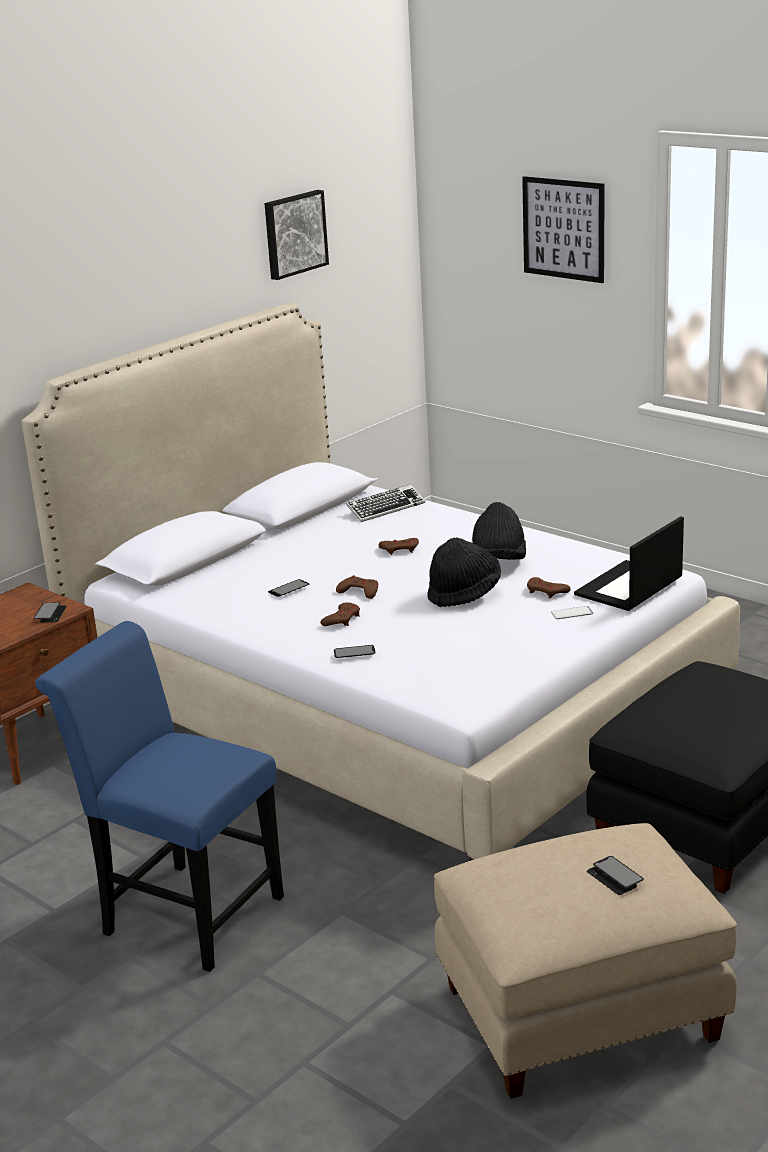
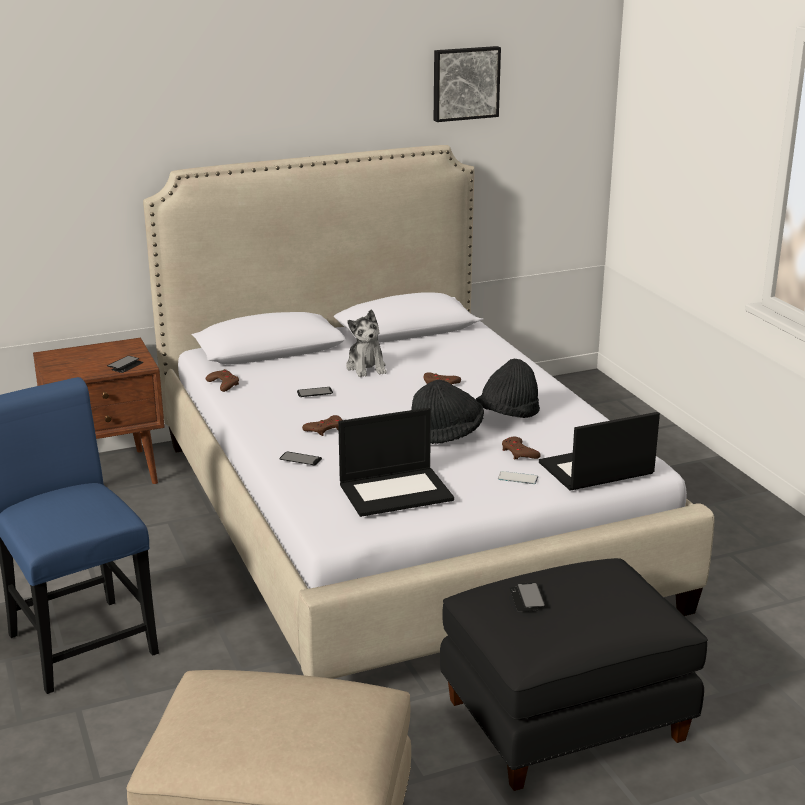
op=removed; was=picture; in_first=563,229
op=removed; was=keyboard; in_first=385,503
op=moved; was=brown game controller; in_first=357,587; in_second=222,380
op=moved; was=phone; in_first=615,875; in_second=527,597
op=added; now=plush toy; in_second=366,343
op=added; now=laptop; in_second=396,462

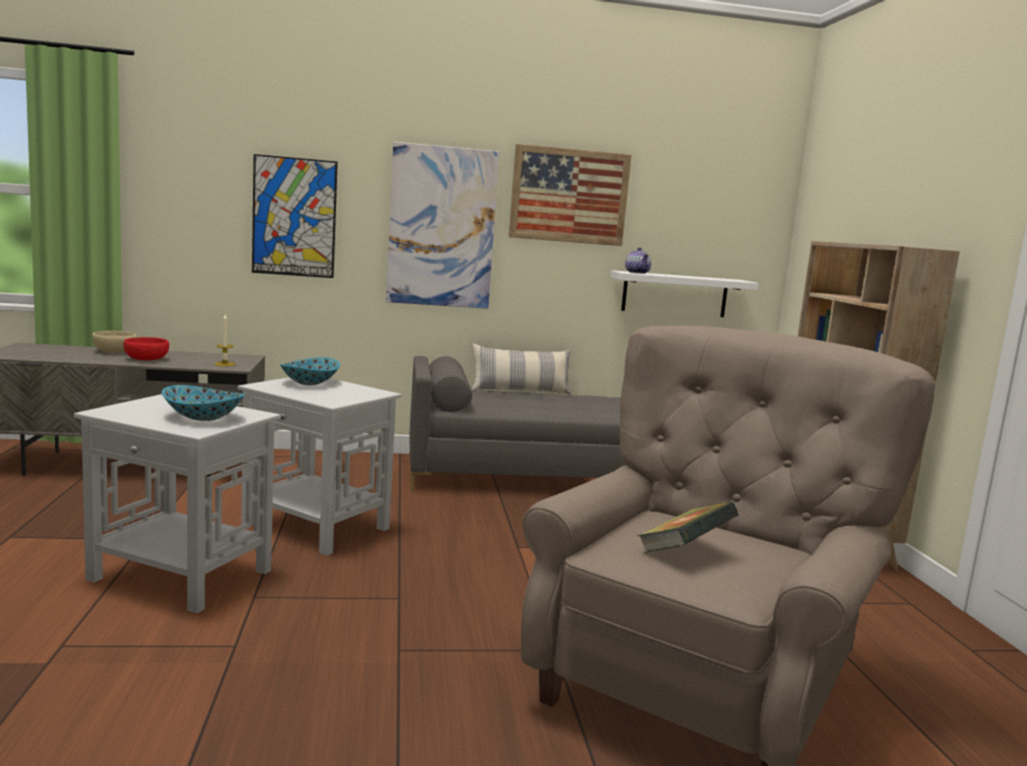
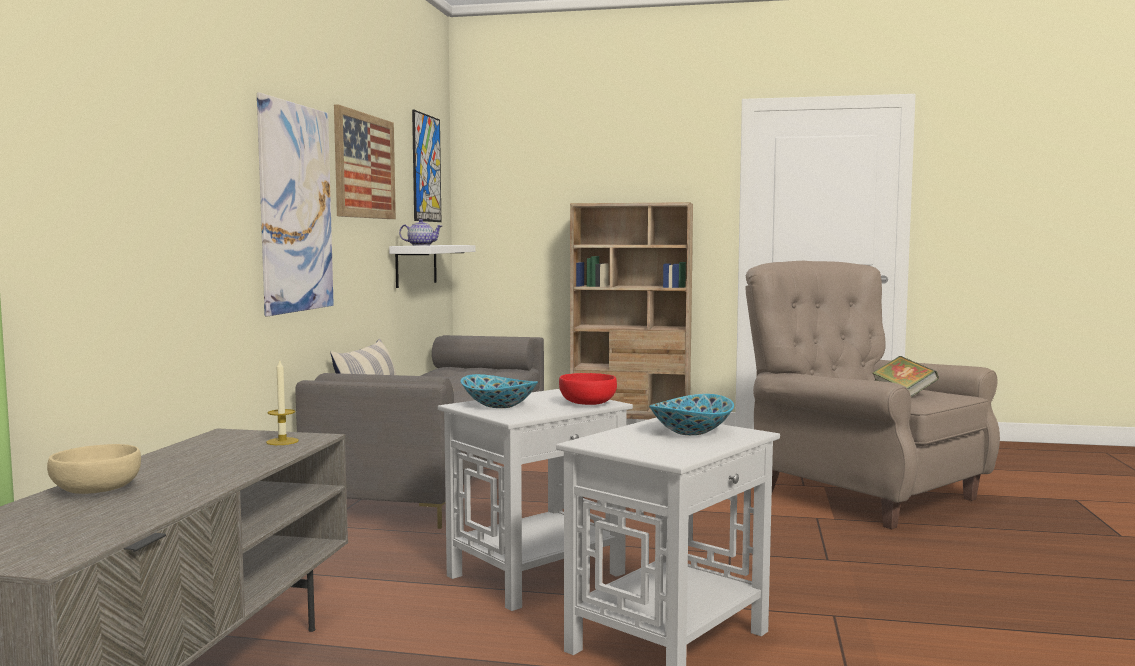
op=moved; was=picture; in_first=295,216; in_second=426,166
op=moved; was=red bowl; in_first=146,348; in_second=588,389

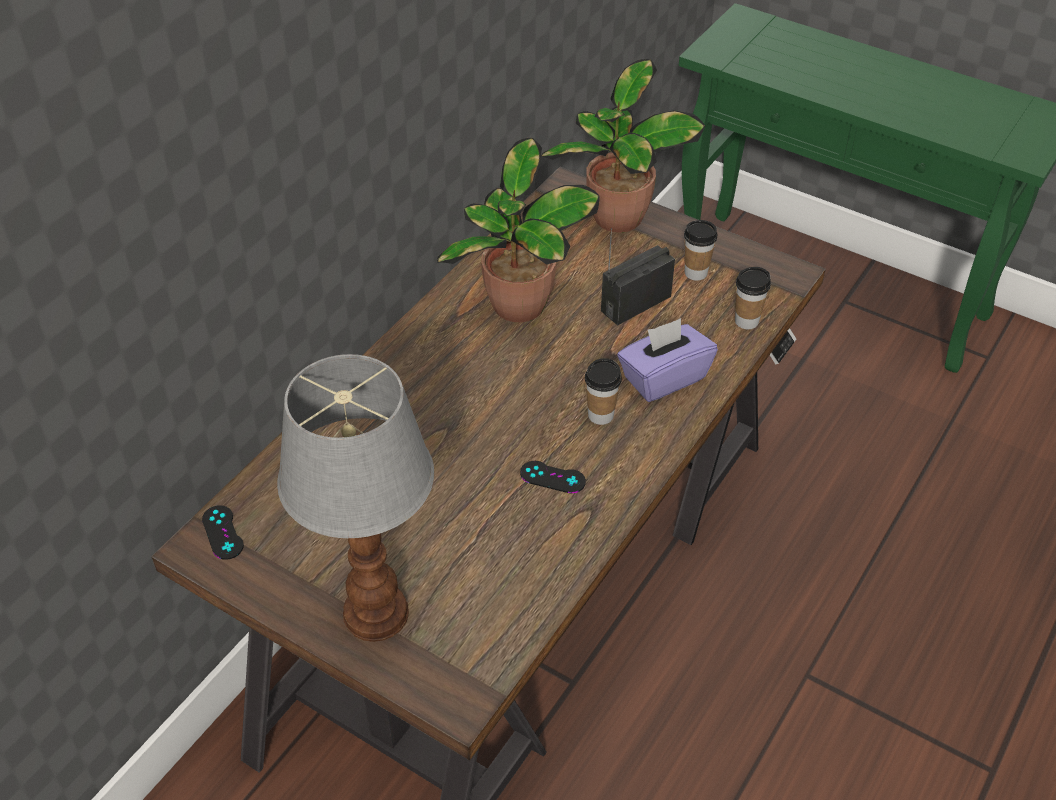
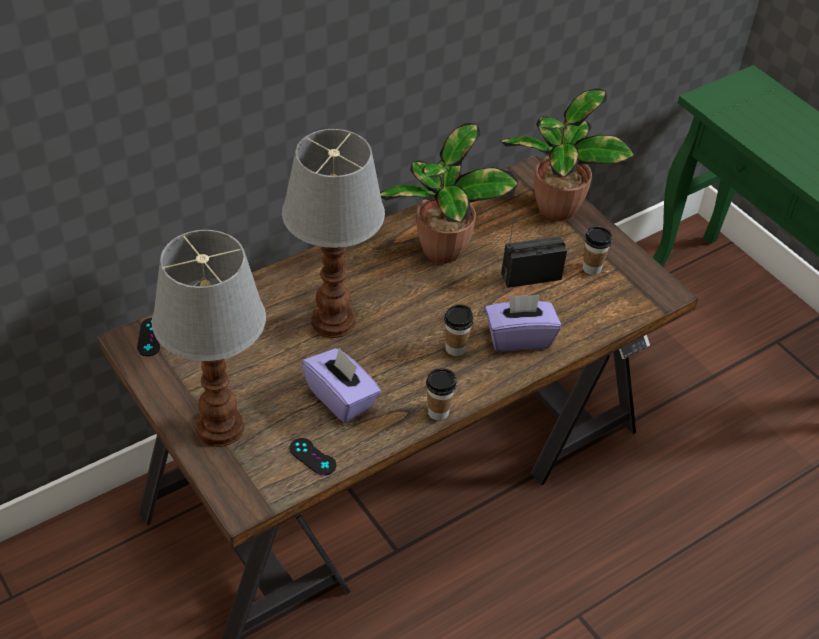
op=moved; was=cup; in_first=753,298; in_second=441,394
op=moved; was=black game controller; in_first=553,477; in_second=312,457
op=added; now=table lamp; in_second=333,233
op=added; now=purple tissue box; in_second=341,385

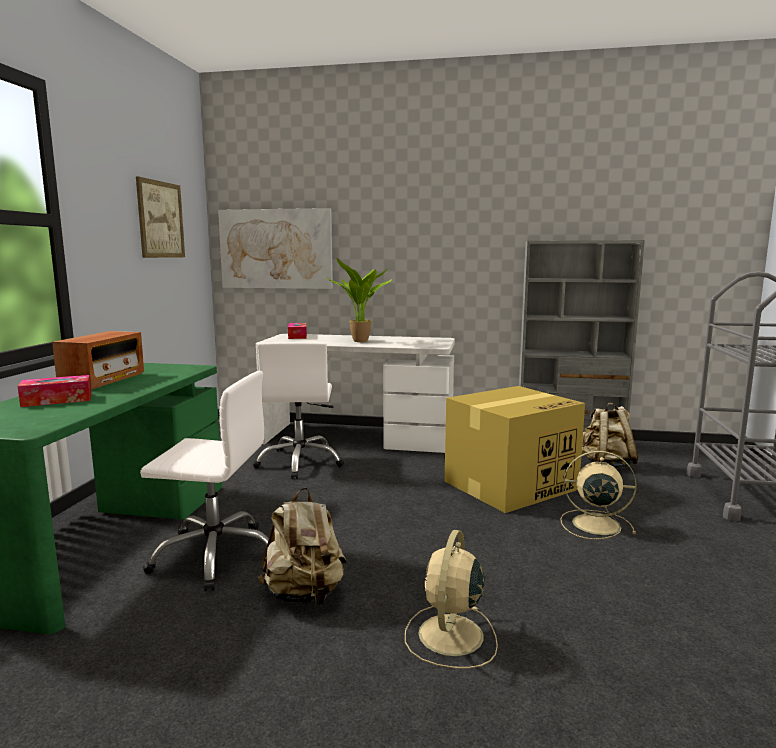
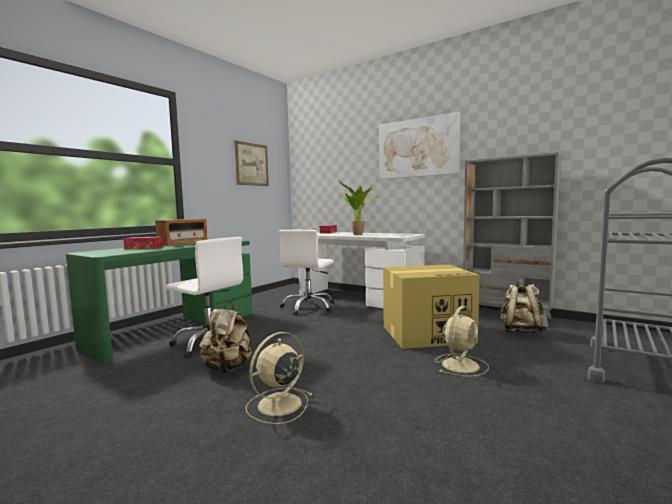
op=moved; was=picture; in_first=275,248; in_second=419,145
op=turned; was=beige fan; in_first=598,495; in_second=462,341; clockwise=90

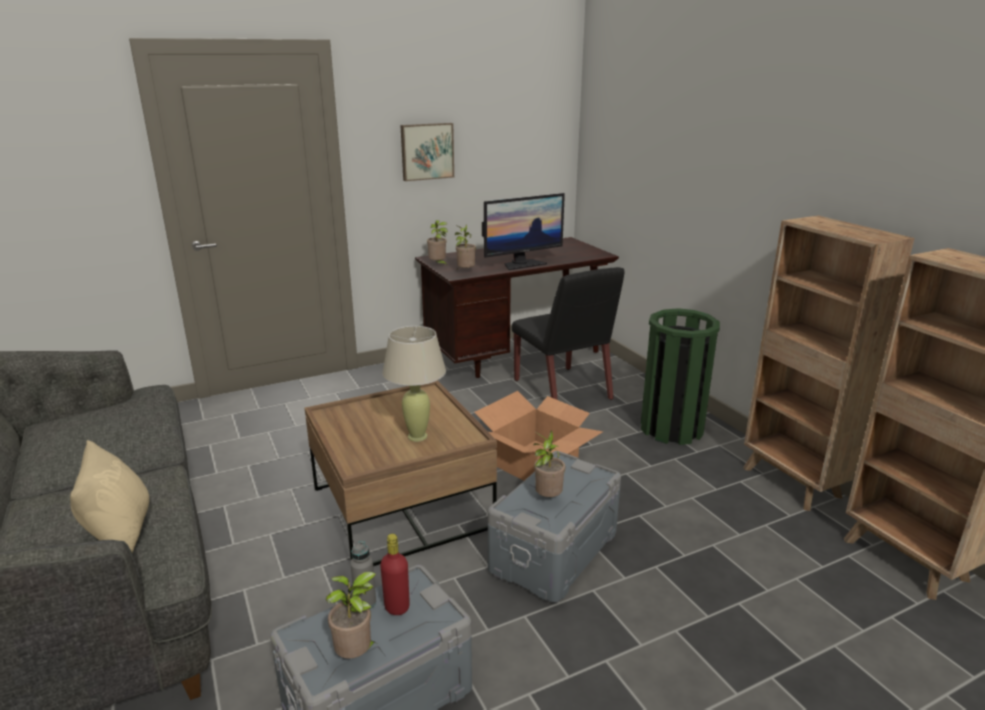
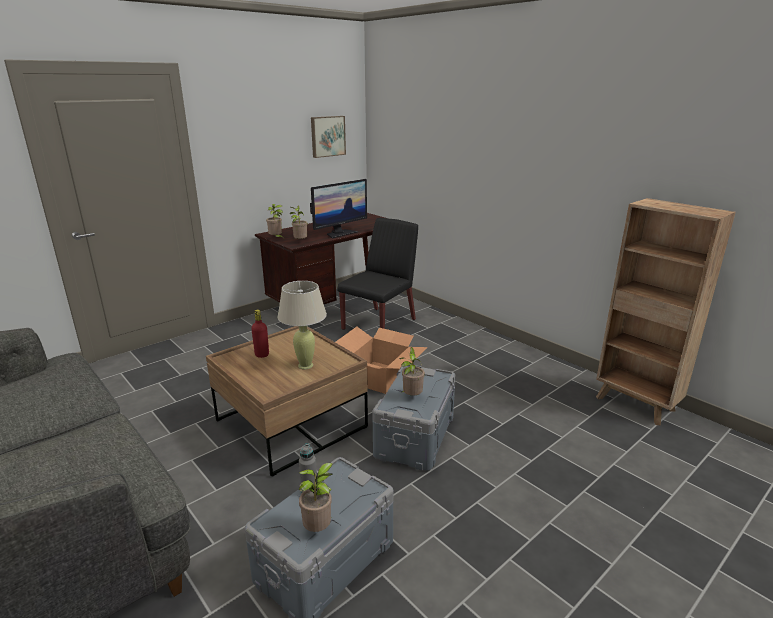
op=moved; was=picture; in_first=427,152; in_second=328,137
op=removed; was=brown bookcase; in_first=829,363
op=turned; was=black chair; in_first=568,333; in_second=377,274; clockwise=-105
op=removed; was=green trash can; in_first=680,376
op=removed; was=beige pillow; in_first=109,497
op=moved; was=red bottle; in_first=395,574; in_second=260,334

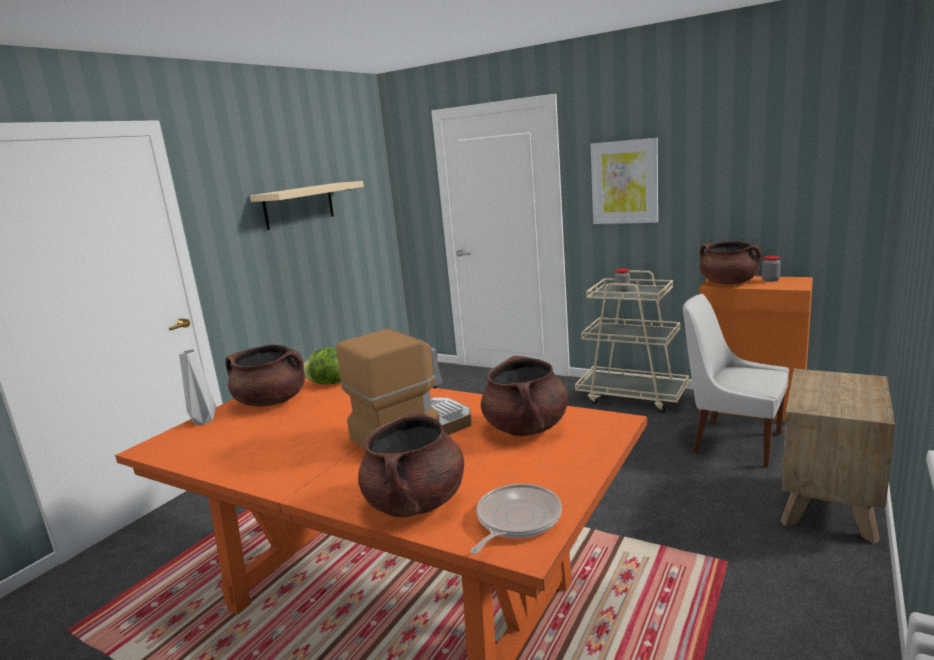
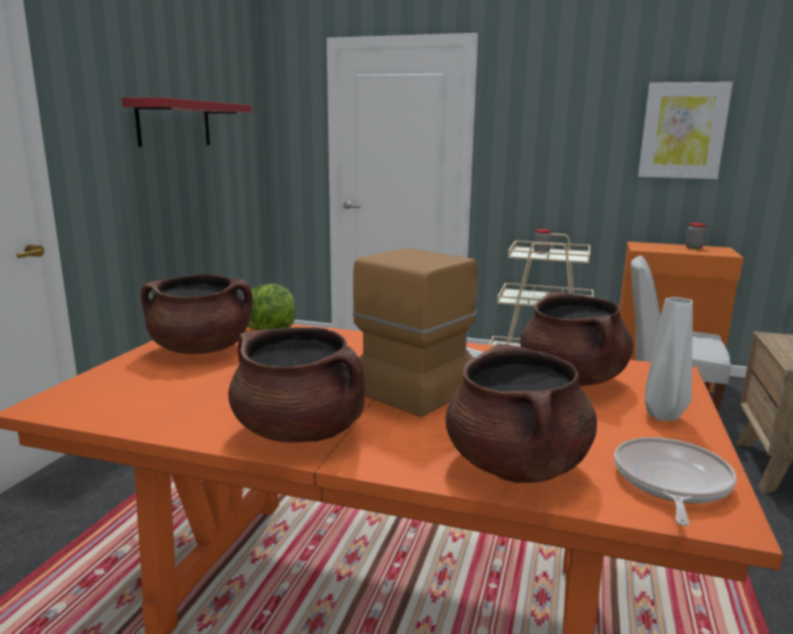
op=moved; was=picture; in_first=624,181; in_second=685,130
op=recoloured; was=beige shelf; now=red shelf; in_first=307,205; in_second=187,122
op=moved; was=brown cooking pot; in_first=730,262; in_second=297,385
op=moved; was=grey vase; in_first=197,387; in_second=669,359

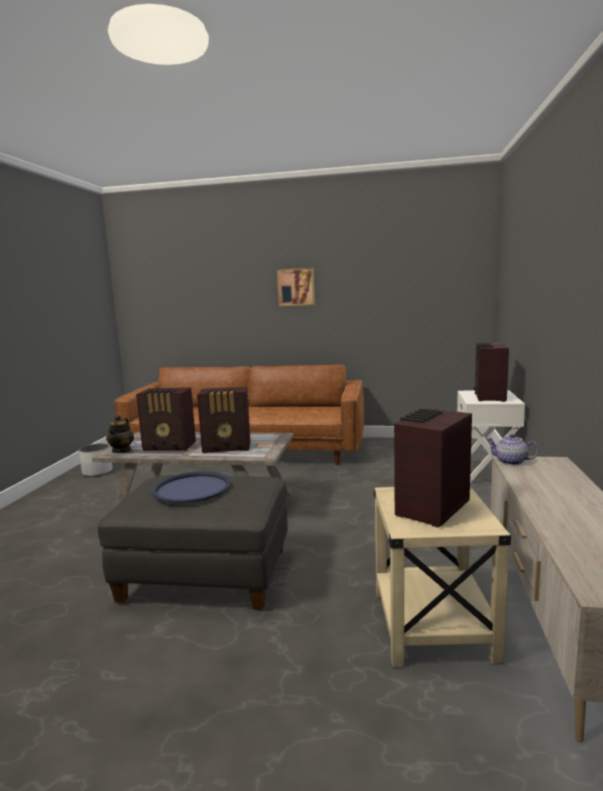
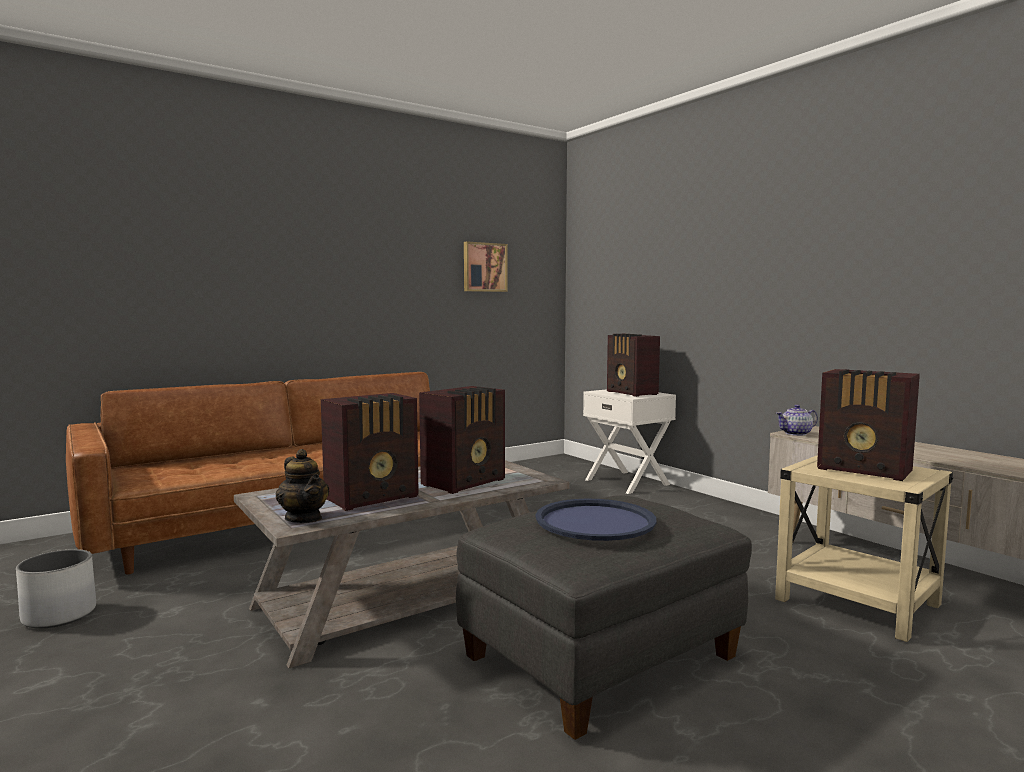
op=moved; was=picture; in_first=296,287; in_second=485,267
op=turned; was=radio; in_first=433,468; in_second=868,425; clockwise=-45

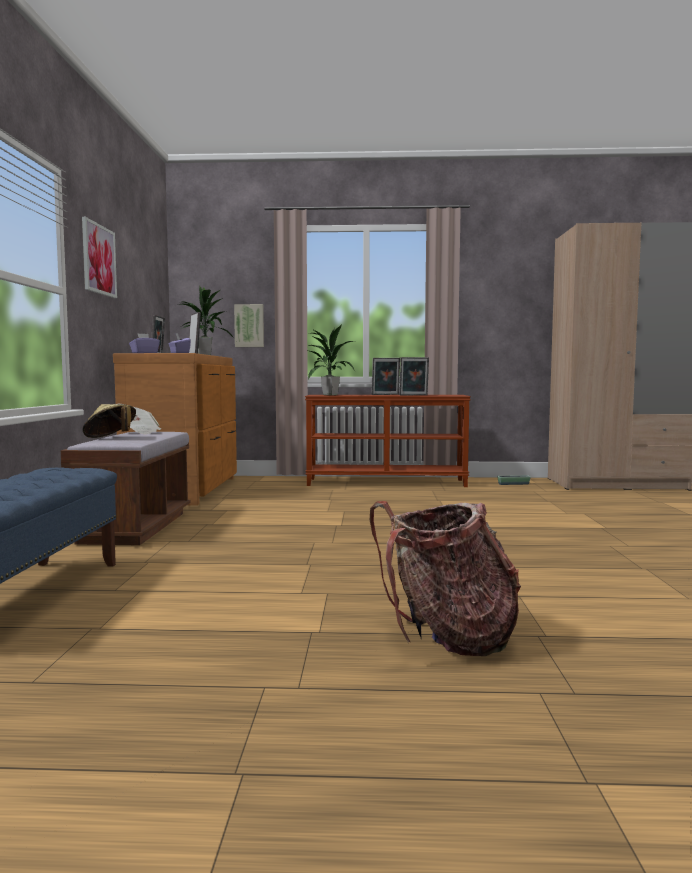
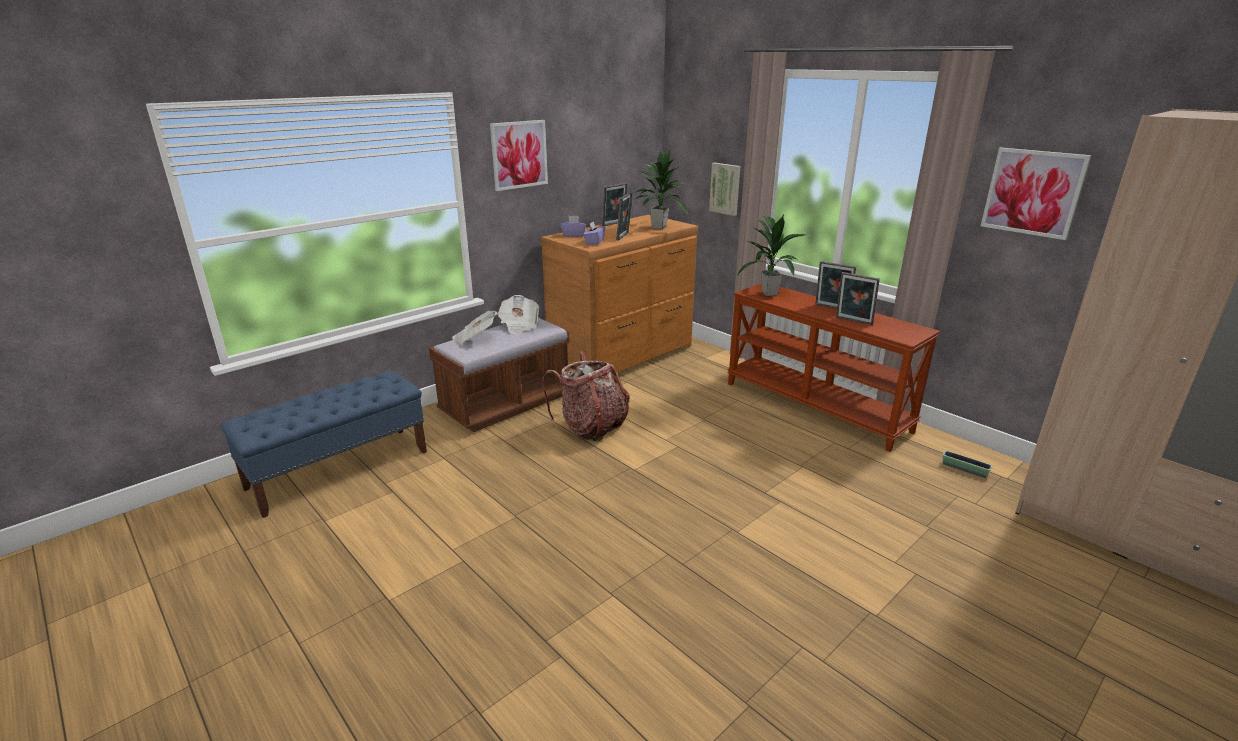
op=replaced; was=beige hat; now=newspaper; in_first=109,421; in_second=474,327
op=moved; was=backpack; in_first=445,578; in_second=586,396
op=added; now=picture; in_second=1036,194

